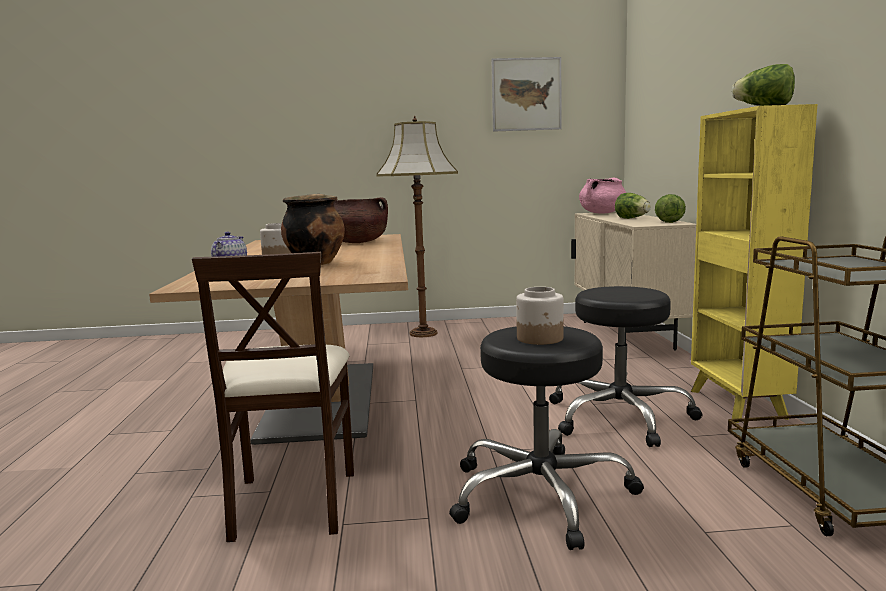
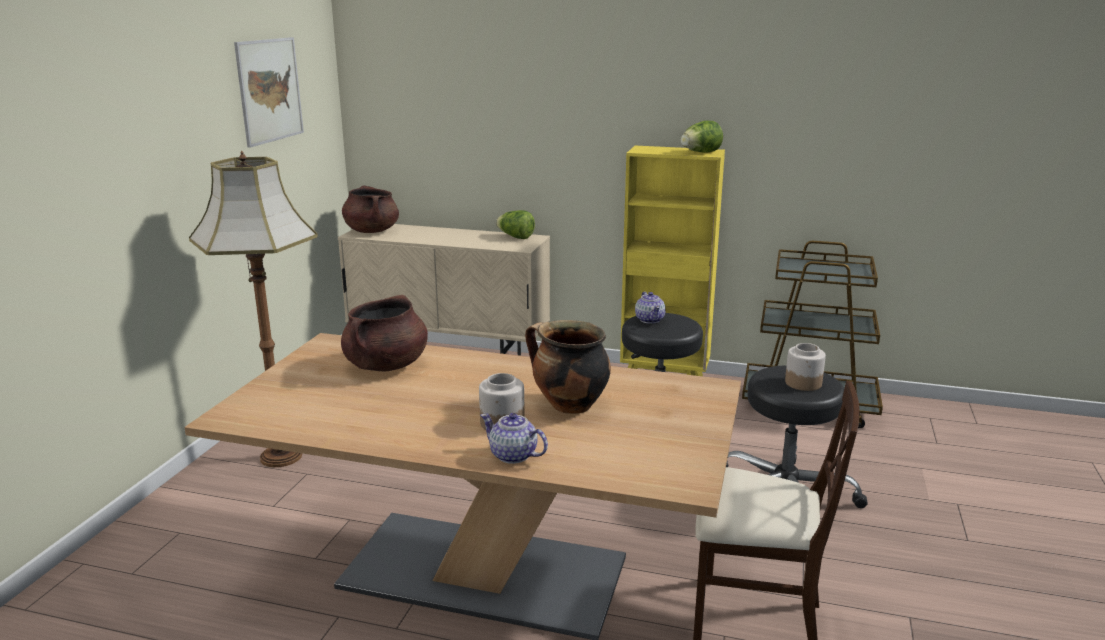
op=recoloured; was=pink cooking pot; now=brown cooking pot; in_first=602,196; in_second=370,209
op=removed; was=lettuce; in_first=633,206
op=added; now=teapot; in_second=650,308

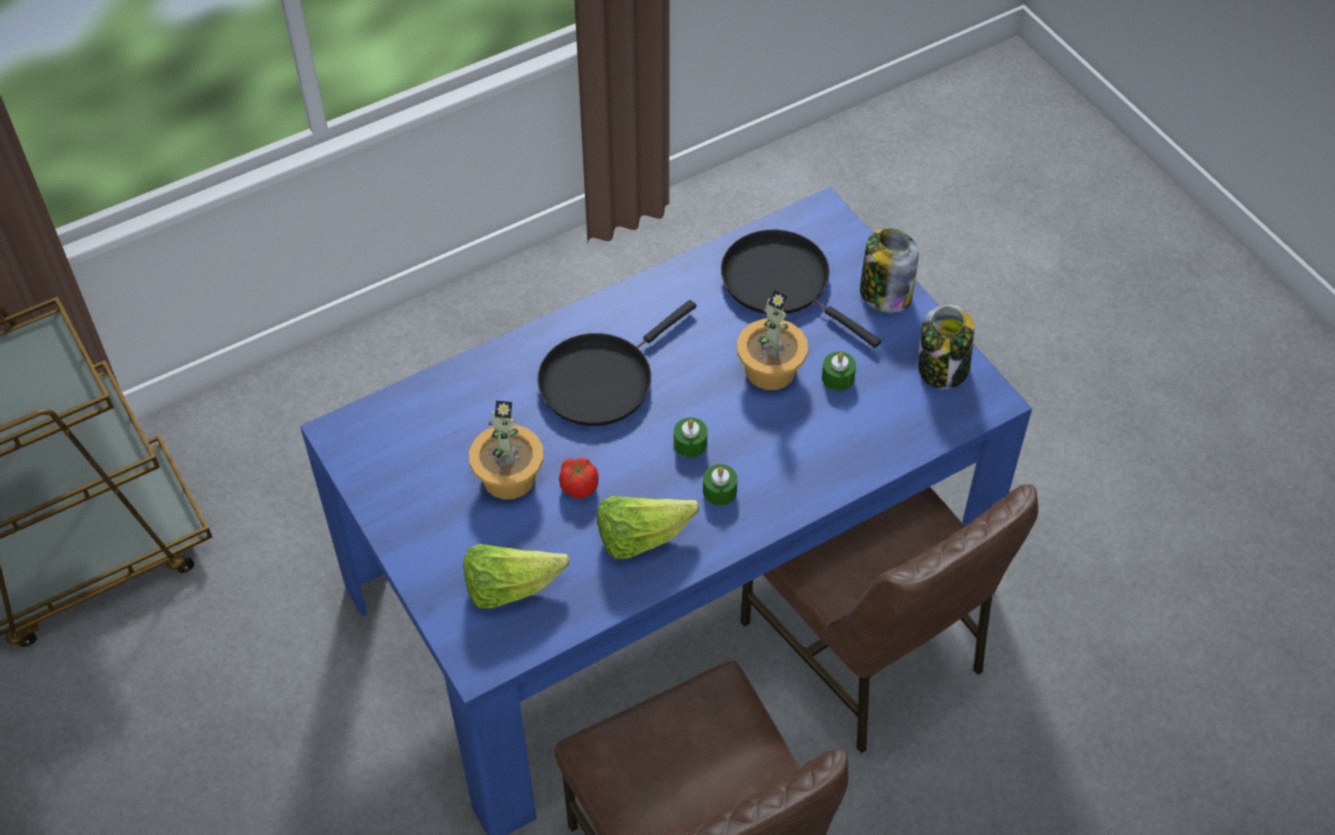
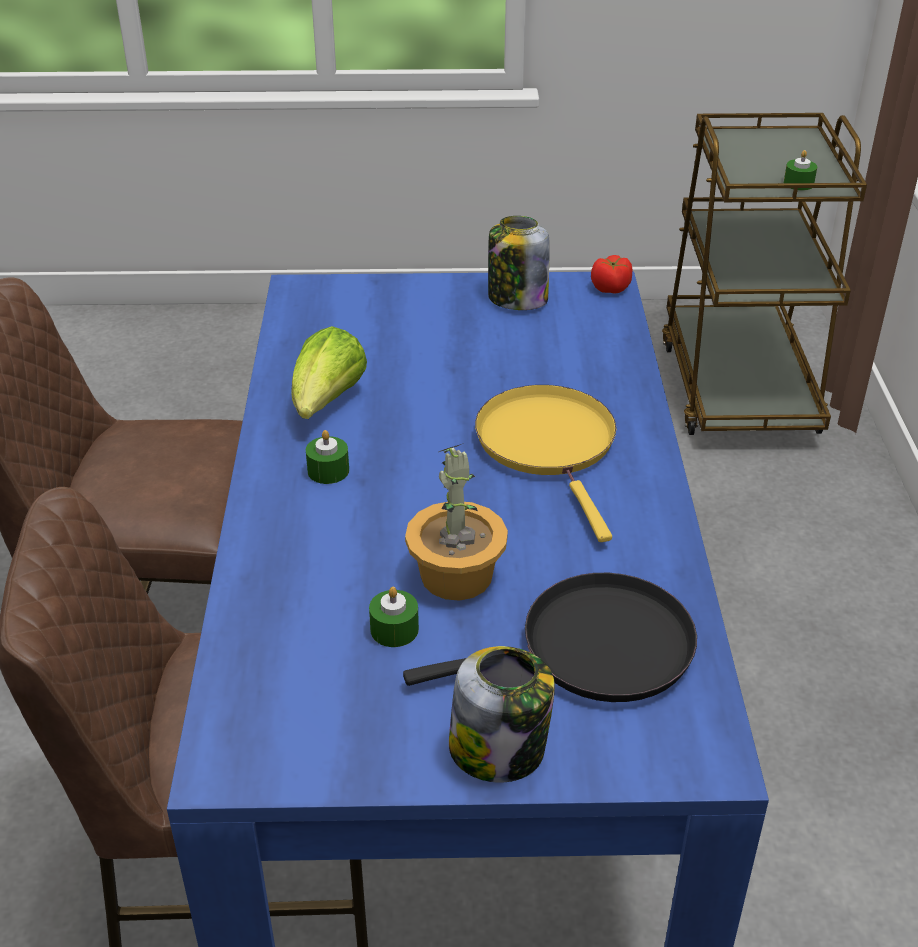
op=recoloured; was=black frying pan; now=yellow frying pan; in_first=616,363; in_second=545,463
op=moved; was=jar; in_first=946,347; in_second=519,263
op=removed; was=potted plant; in_first=506,450
op=moved; was=green candle; in_first=690,438; in_second=800,170
op=moved; was=tomato; in_first=578,478; in_second=611,274
op=removed; was=lettuce; in_first=516,576

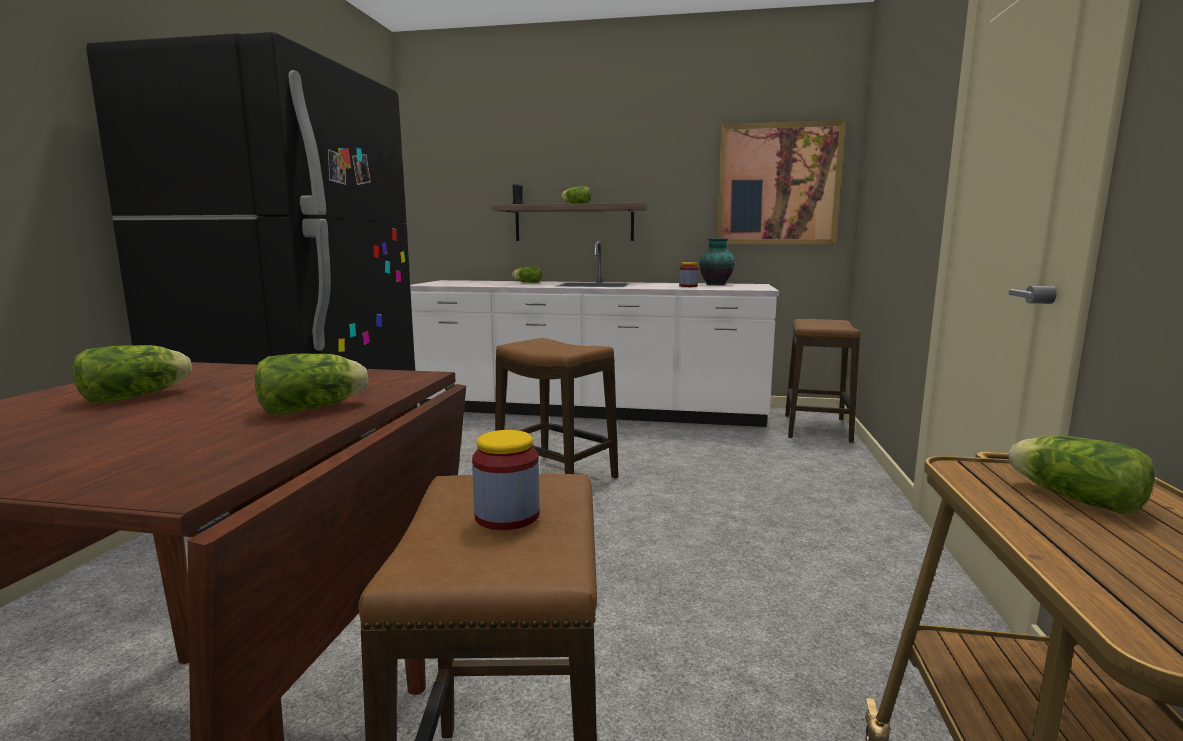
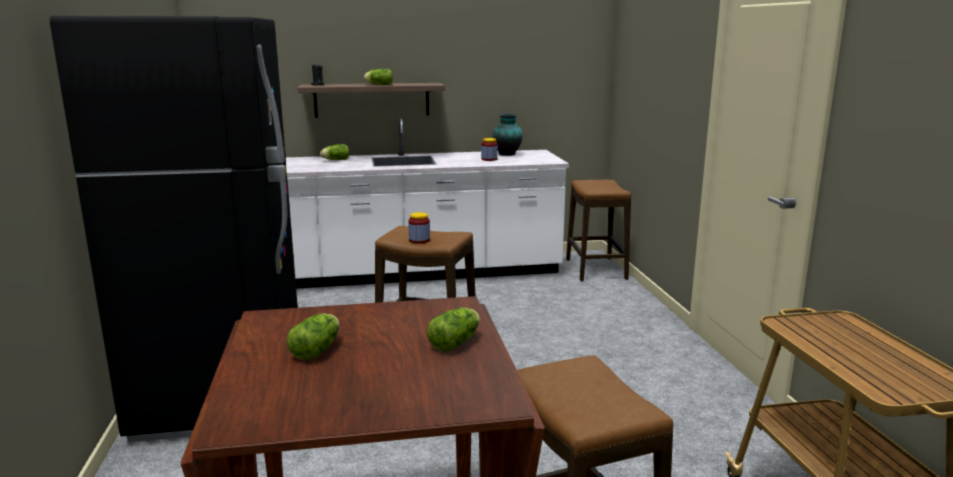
op=removed; was=picture; in_first=781,182
op=moved; was=jar; in_first=506,480; in_second=419,228
op=removed; was=lettuce; in_first=1081,474

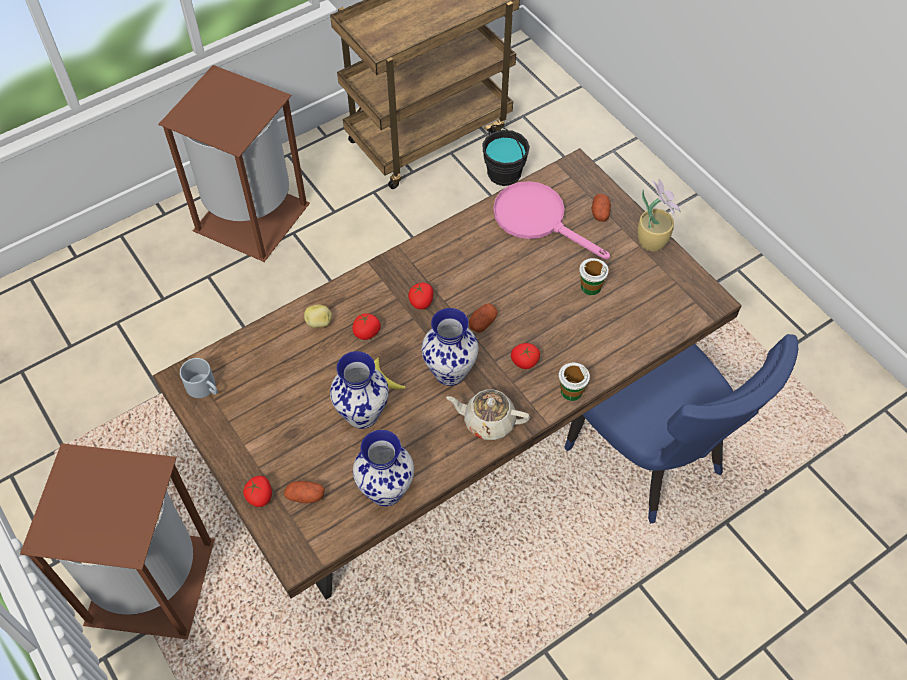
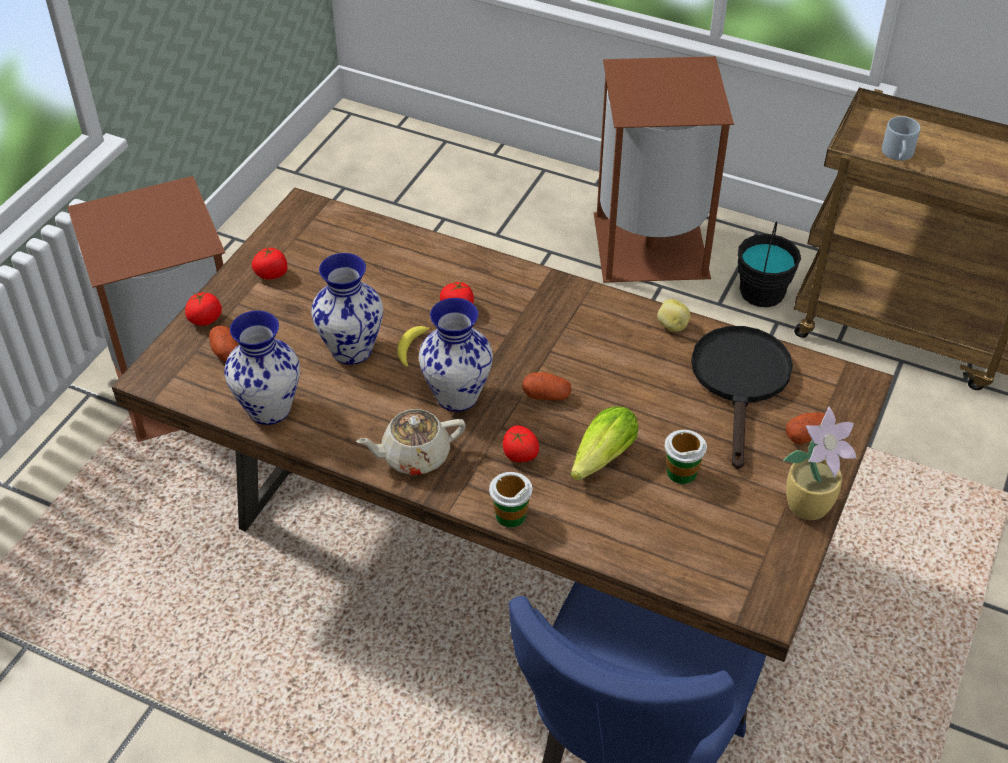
op=moved; was=black bucket; in_first=506,155; in_second=769,264
op=recoloured; was=pink frying pan; now=black frying pan; in_first=551,220; in_second=742,397
op=moved; was=tomato; in_first=421,296; in_second=269,262
op=moved; was=potato; in_first=318,316; in_second=673,315
op=moved; was=grey mug; in_first=199,378; in_second=901,138
op=turned; was=beige teapot; in_first=488,414; in_second=411,442; clockwise=-90
op=added; now=lettuce; in_second=604,443

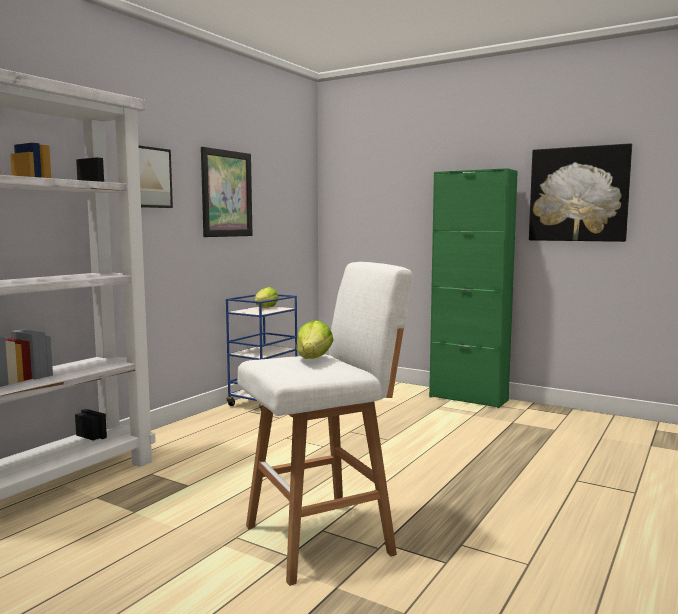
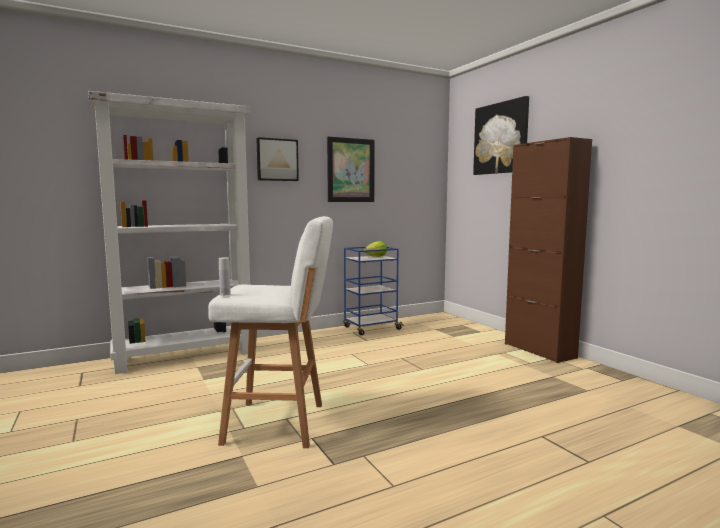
op=moved; was=picture; in_first=580,192; in_second=501,135
op=recoloured; was=green cabinet; now=brown cabinet; in_first=473,288; in_second=548,250
op=removed; was=lettuce; in_first=315,339
op=added; now=white bottle; in_second=225,276

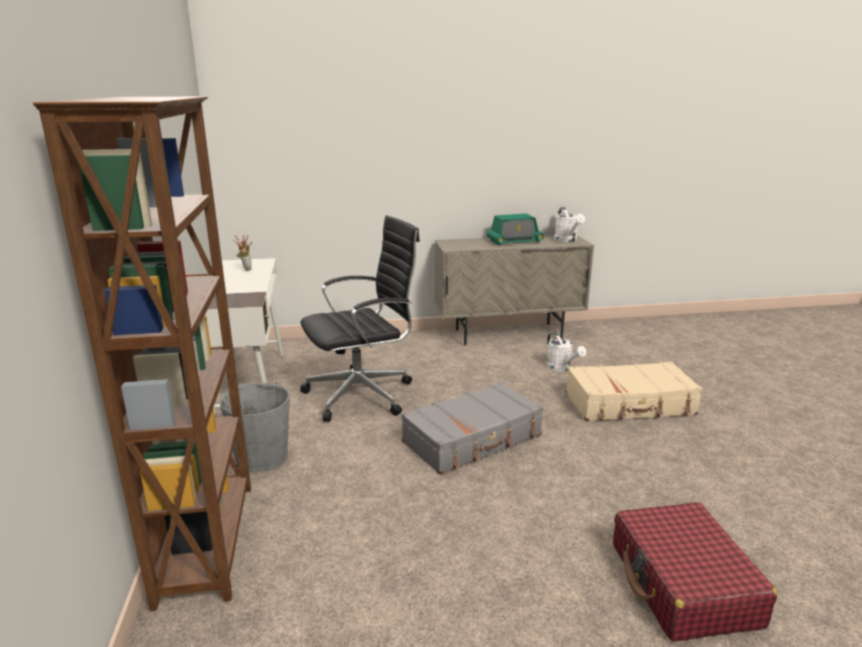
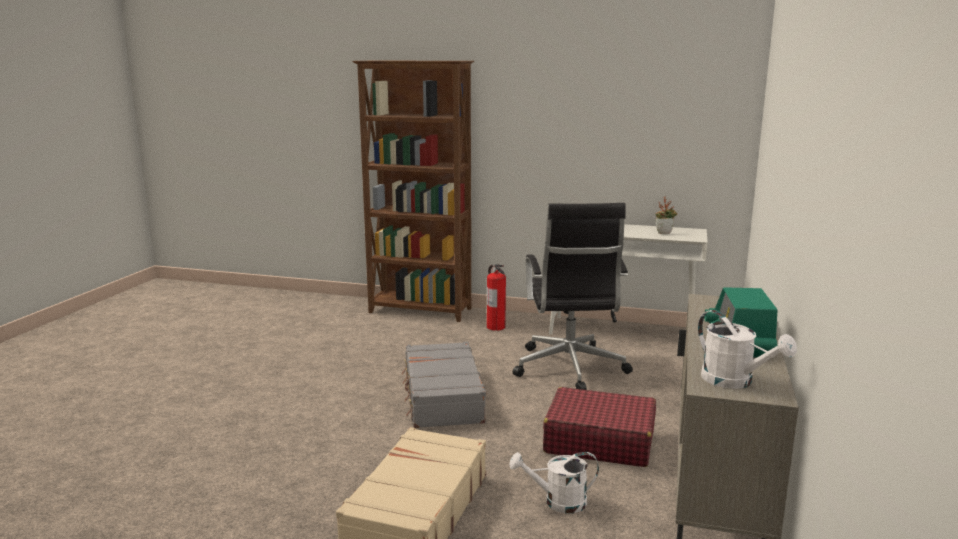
op=turned; was=white watering can; in_first=569,224; in_second=747,349; clockwise=-135
op=replaced; was=grey bucket; now=fire extinguisher; in_first=255,427; in_second=496,297
op=moved; was=red suitcase; in_first=695,572; in_second=599,427

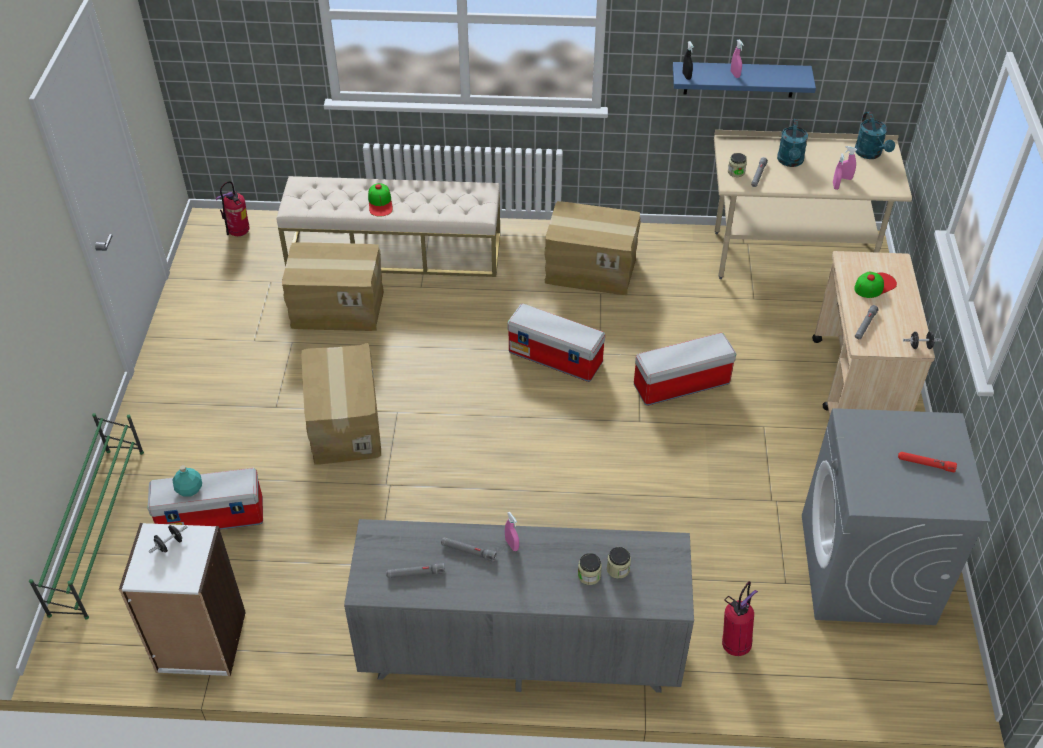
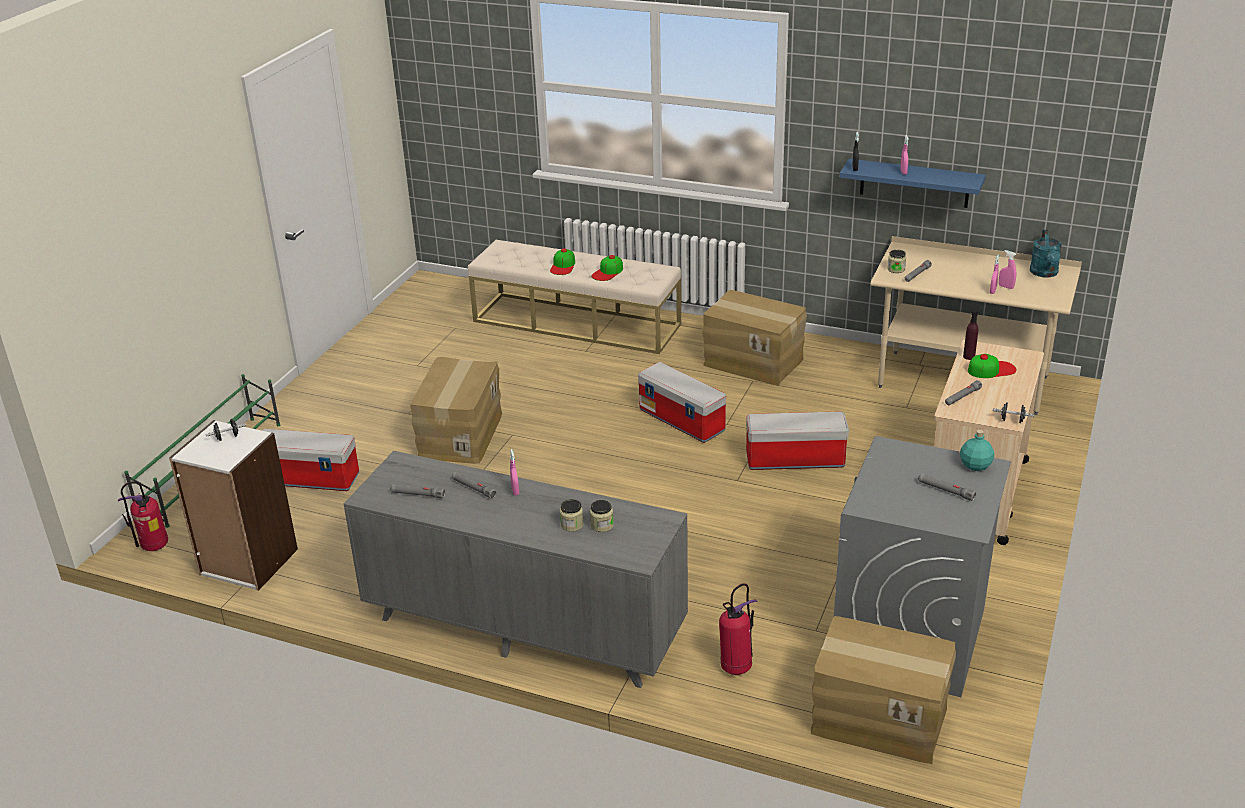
op=removed; was=turquoise watering can; in_first=792,143
op=moved; was=fire extinguisher; in_first=233,208; in_second=143,516
op=moved; was=cardboard box; in_first=333,286; in_second=883,690
op=recoloured; was=red flashlight; now=grey flashlight; in_first=927,462; in_second=947,487
op=moved; was=turquoise bottle; in_first=187,480; in_second=977,450
op=added; now=cap; in_second=607,268
op=added; now=purple bottle; in_second=970,335

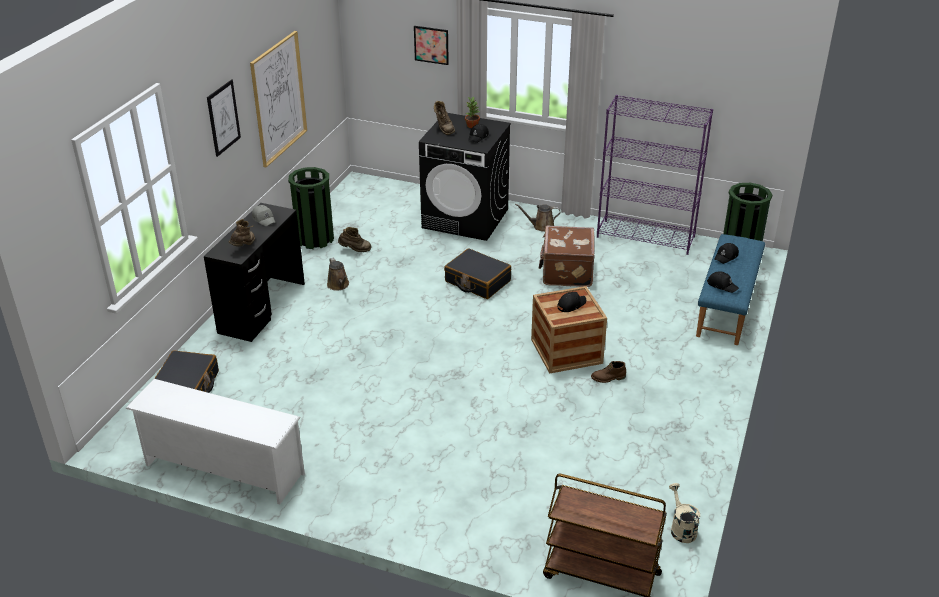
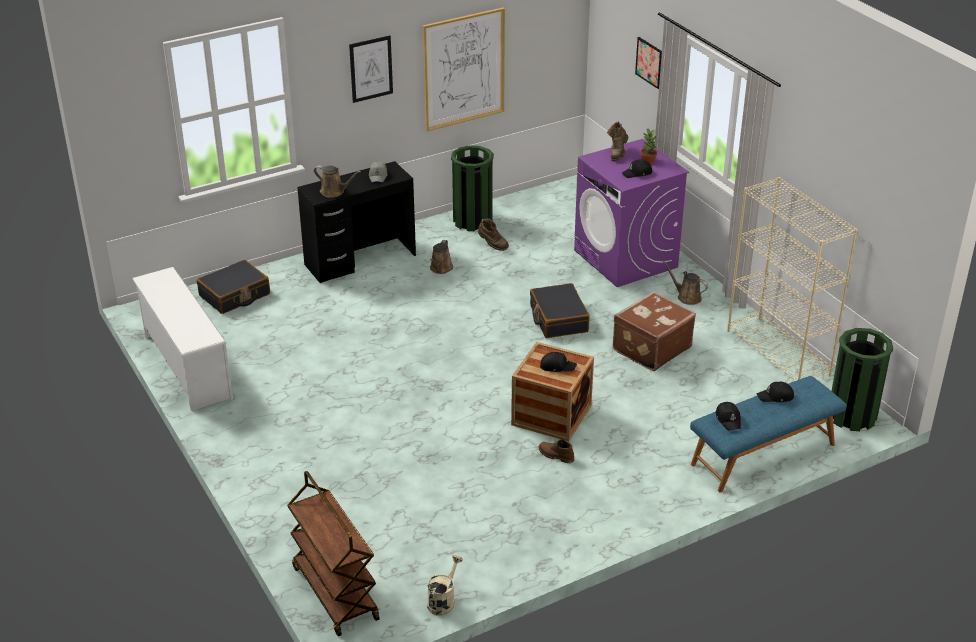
op=recoloured; was=purple bookcase; now=beige bookcase; in_first=655,175; in_second=792,279
op=recoloured; was=black washing machine; now=purple washing machine; in_first=465,177; in_second=631,213
op=replaced; was=brown boot; now=brown watering can; in_first=242,232; in_second=337,181

